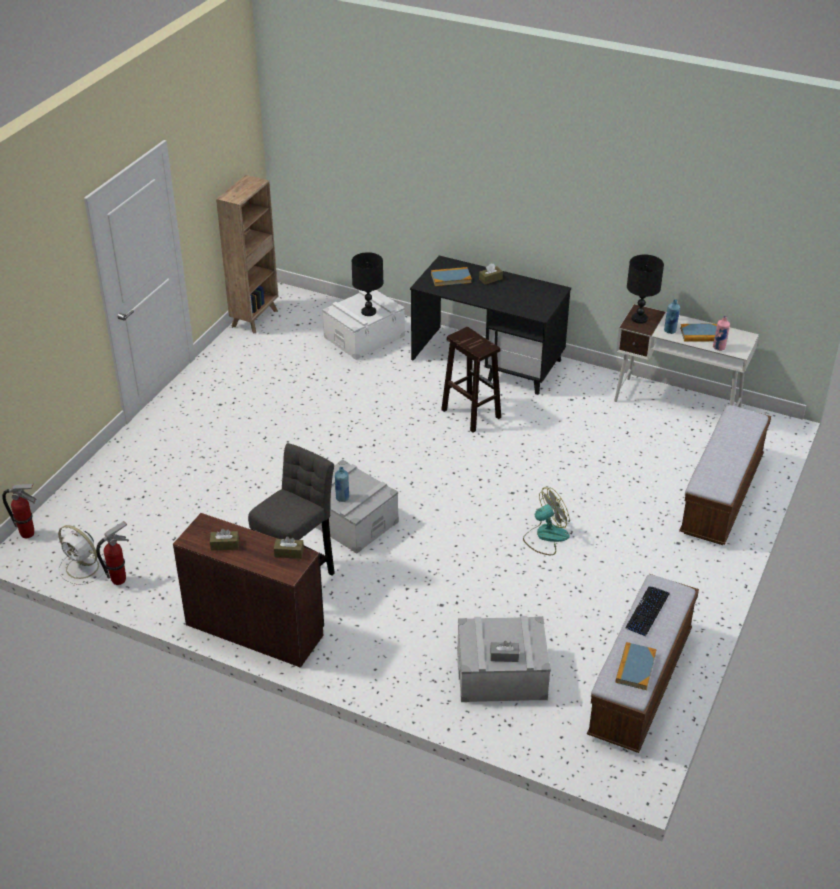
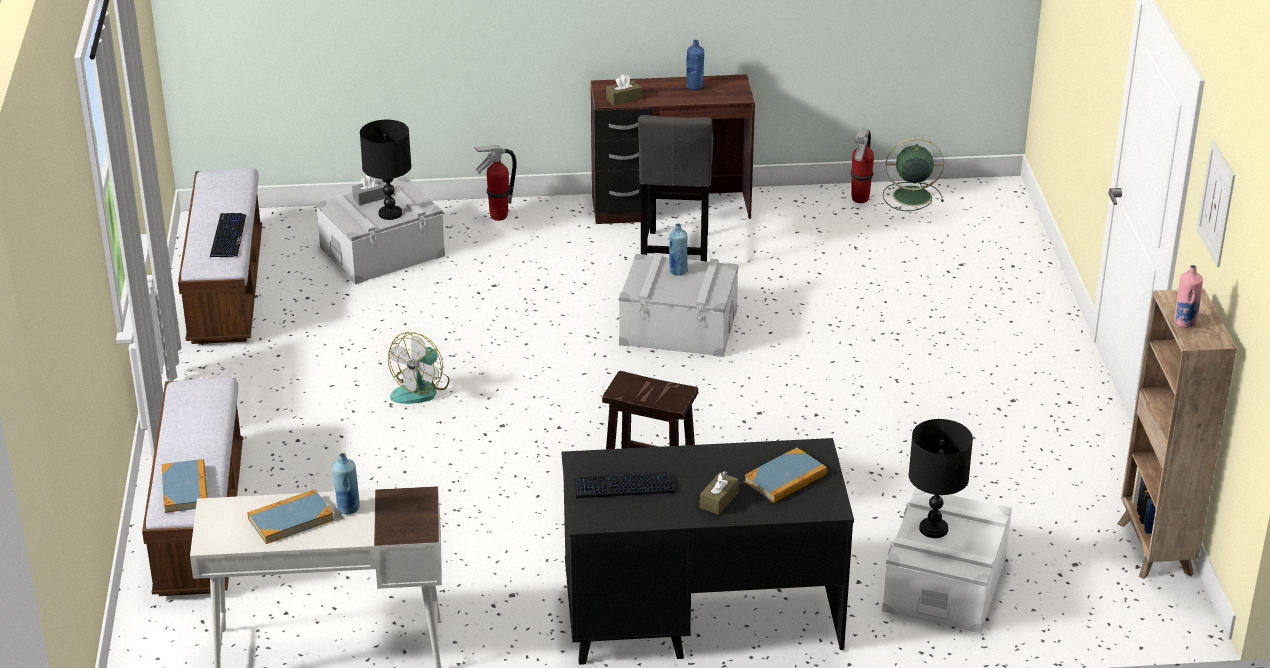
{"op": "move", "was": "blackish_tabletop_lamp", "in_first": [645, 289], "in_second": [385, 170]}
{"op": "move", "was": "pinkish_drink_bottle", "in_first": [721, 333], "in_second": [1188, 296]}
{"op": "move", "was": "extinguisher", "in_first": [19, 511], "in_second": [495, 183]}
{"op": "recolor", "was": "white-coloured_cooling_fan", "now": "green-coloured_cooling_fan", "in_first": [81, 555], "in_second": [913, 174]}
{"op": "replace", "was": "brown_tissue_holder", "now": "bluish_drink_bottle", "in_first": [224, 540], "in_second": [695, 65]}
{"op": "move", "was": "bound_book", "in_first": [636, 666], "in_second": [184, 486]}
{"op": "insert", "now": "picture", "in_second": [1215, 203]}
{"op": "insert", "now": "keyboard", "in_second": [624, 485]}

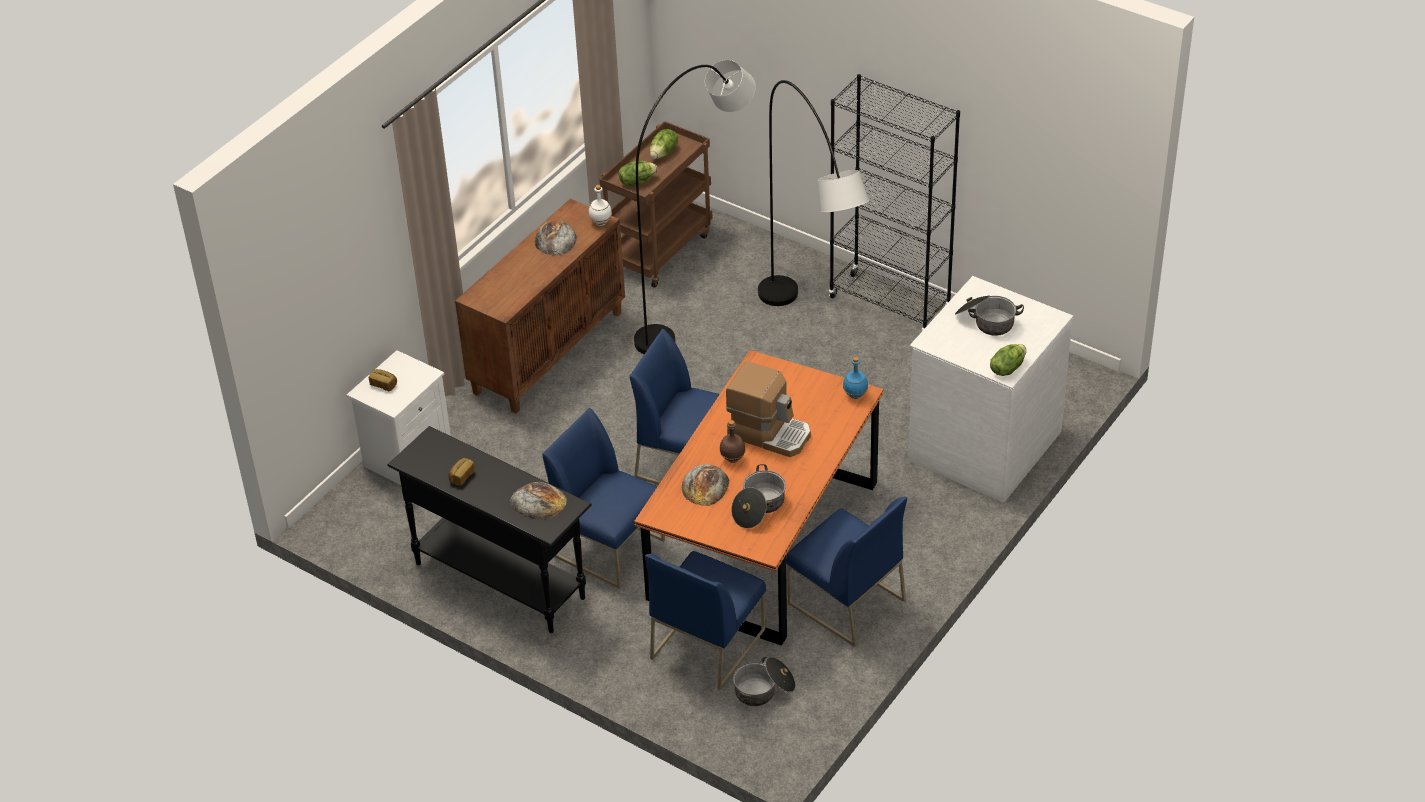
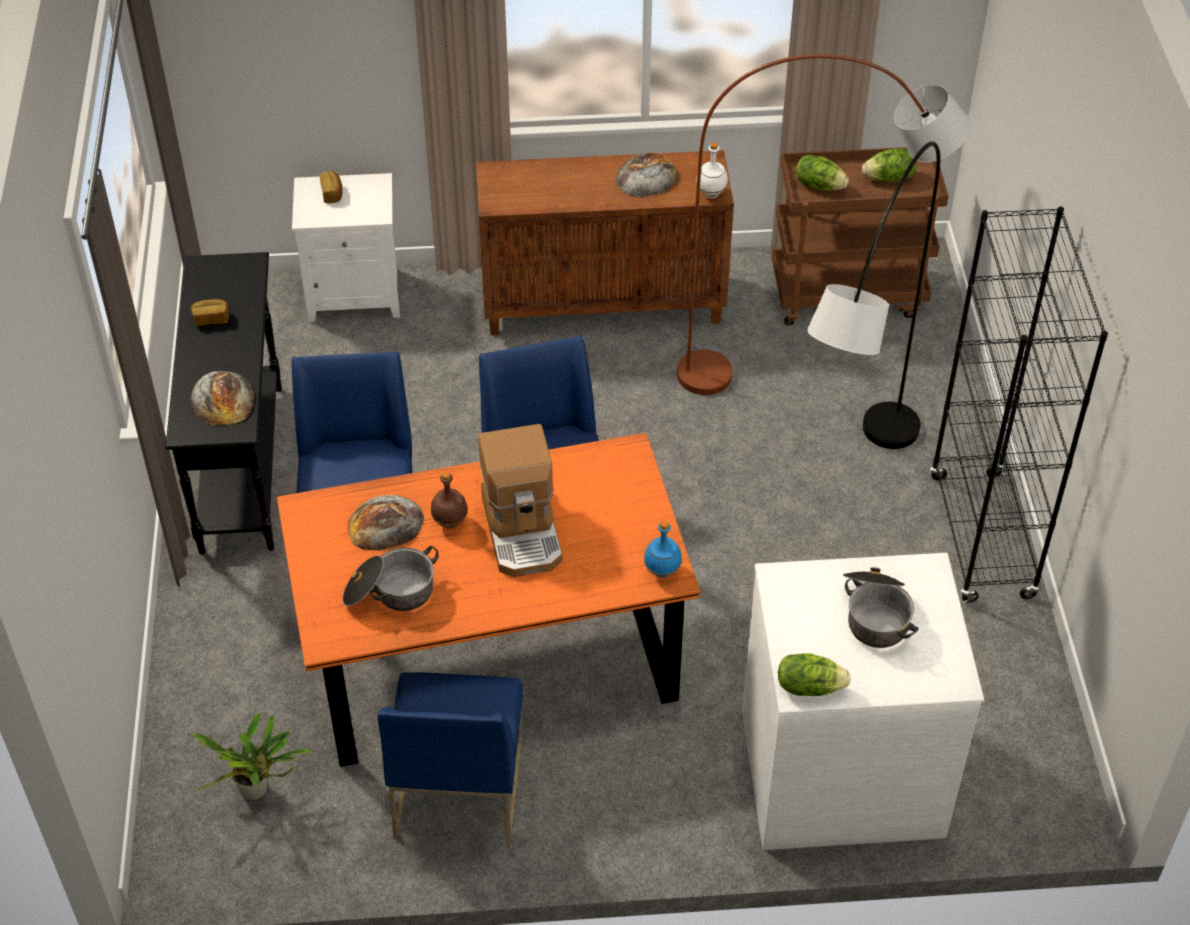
{"op": "recolor", "was": "greyish_floor_lamp", "now": "brown_floor_lamp", "in_first": [695, 207], "in_second": [824, 224]}
{"op": "delete", "was": "bluish_chair", "in_first": [705, 620]}
{"op": "replace", "was": "saucepot", "now": "plant_in_a_pot", "in_first": [764, 681], "in_second": [252, 756]}

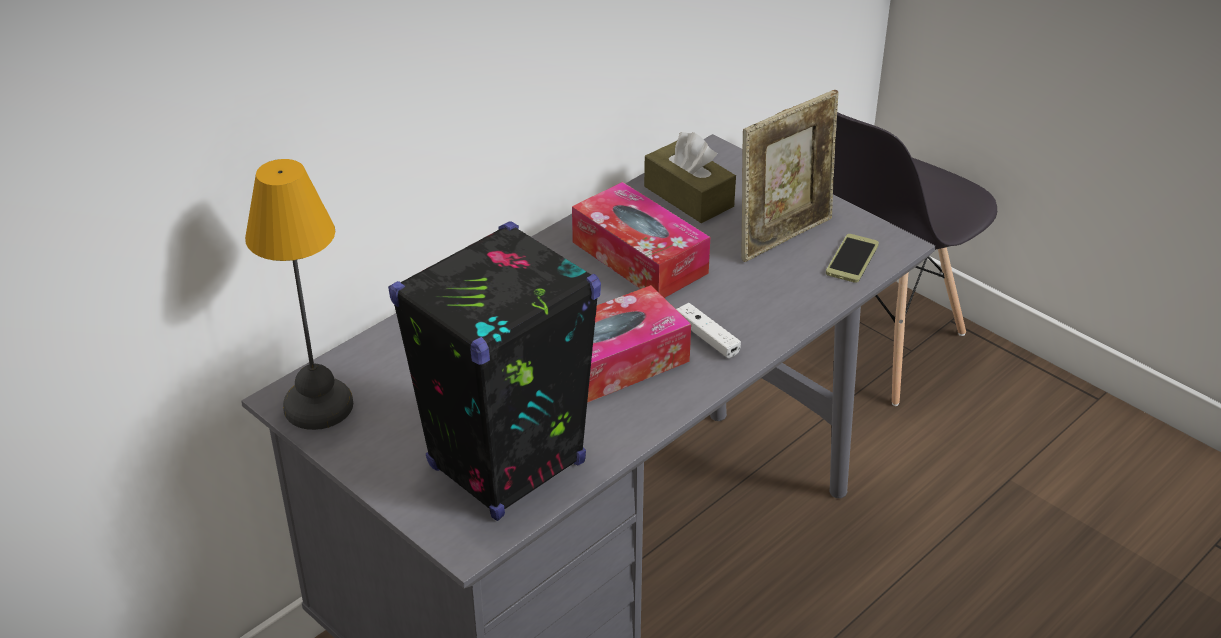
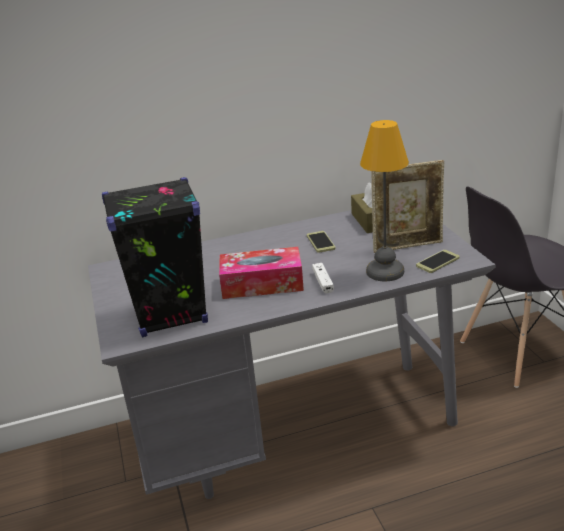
{"op": "move", "was": "tabletop_lamp", "in_first": [299, 294], "in_second": [384, 200]}
{"op": "replace", "was": "tissue_holder", "now": "handset", "in_first": [641, 240], "in_second": [321, 242]}

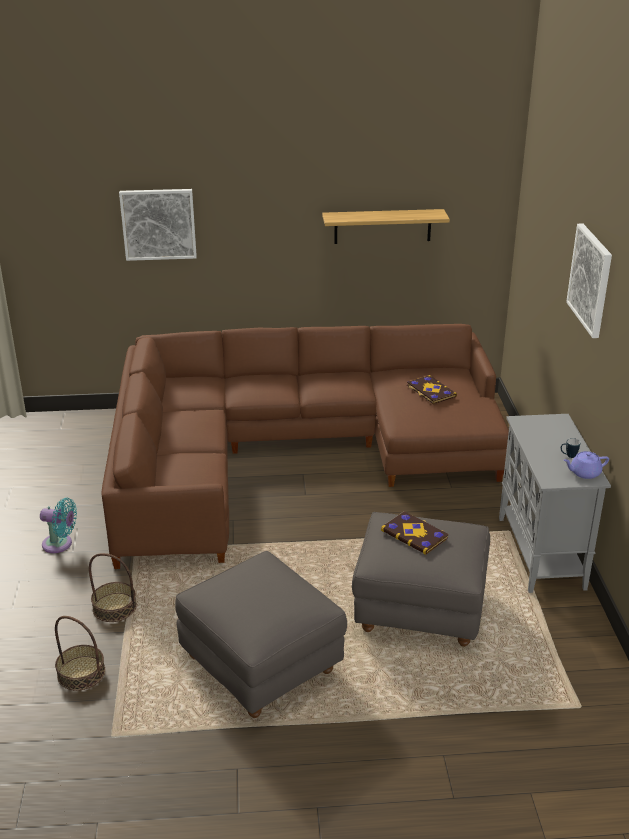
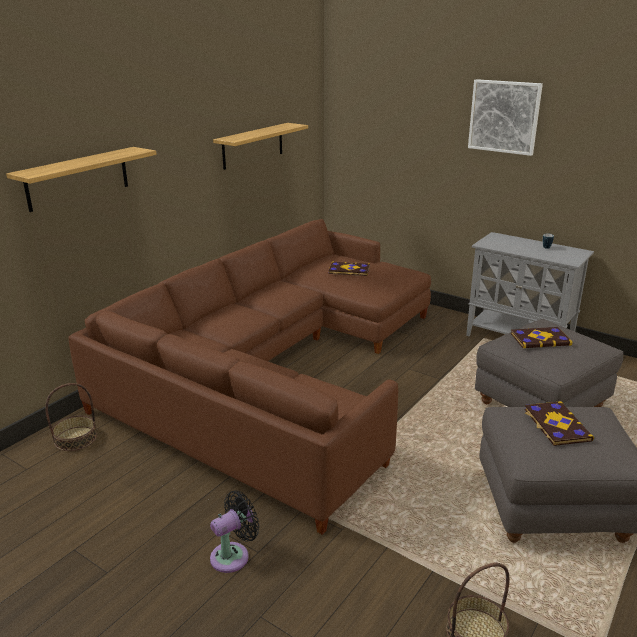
{"op": "replace", "was": "picture", "now": "wall_shelf", "in_first": [158, 225], "in_second": [81, 179]}
{"op": "delete", "was": "purple_teapot", "in_first": [586, 465]}
{"op": "recolor", "was": "turquoise-coloured_cooling_fan", "now": "blackish_cooling_fan", "in_first": [58, 525], "in_second": [234, 531]}
{"op": "move", "was": "household_basket", "in_first": [113, 587], "in_second": [71, 417]}
{"op": "insert", "now": "bound_book", "in_second": [559, 423]}

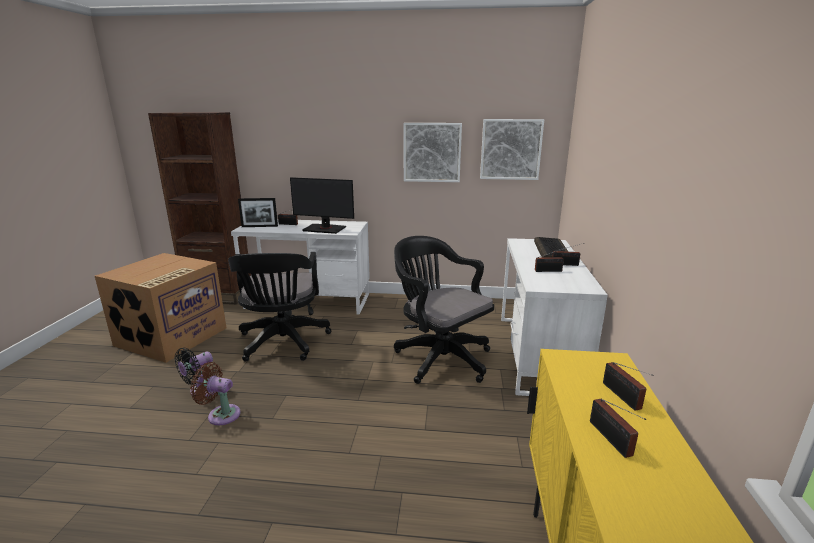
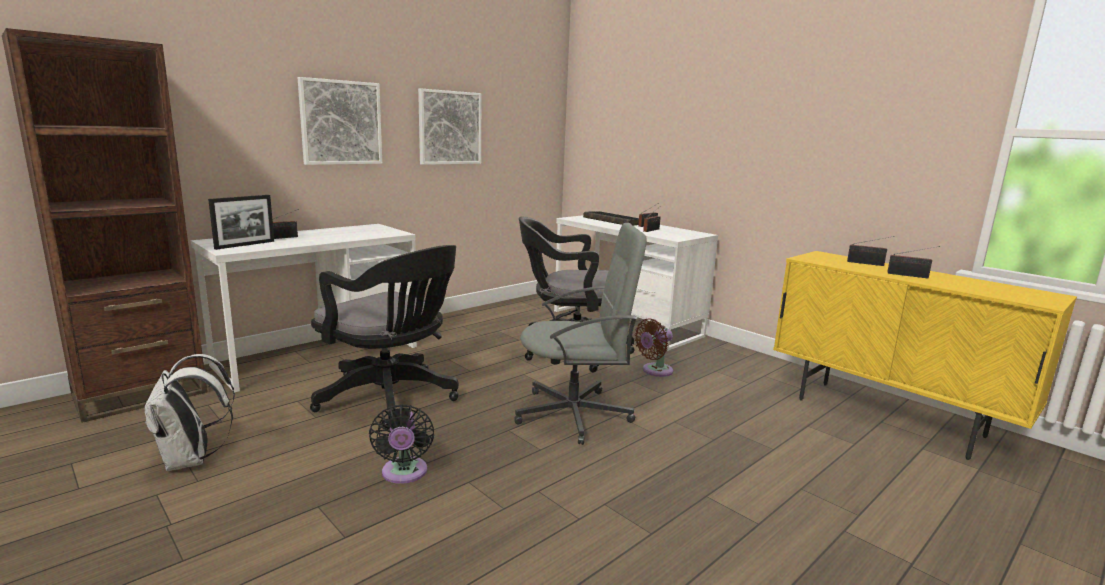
{"op": "move", "was": "picture", "in_first": [512, 149], "in_second": [339, 121]}
{"op": "delete", "was": "computer_screen", "in_first": [322, 205]}
{"op": "replace", "was": "packing_box", "now": "white-coloured_knapsack", "in_first": [160, 308], "in_second": [190, 412]}
{"op": "move", "was": "brown_cooling_fan", "in_first": [215, 393], "in_second": [654, 347]}
{"op": "insert", "now": "greyish_computer_chair", "in_second": [580, 334]}

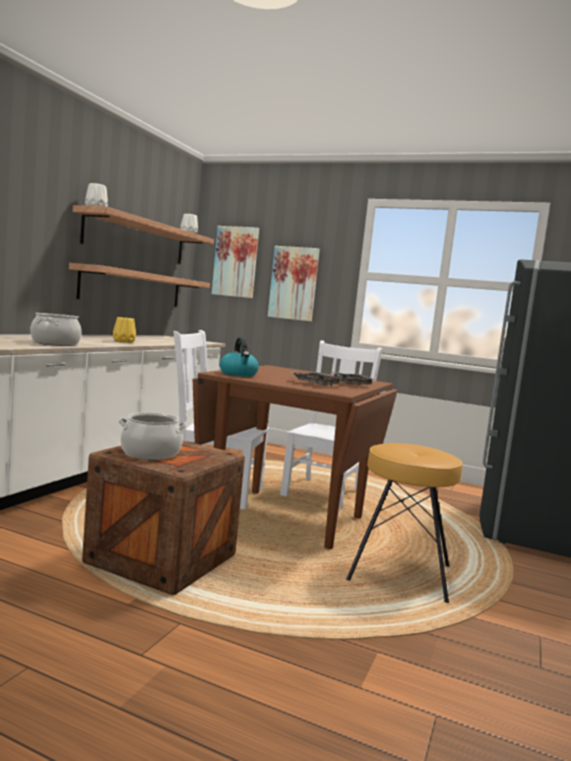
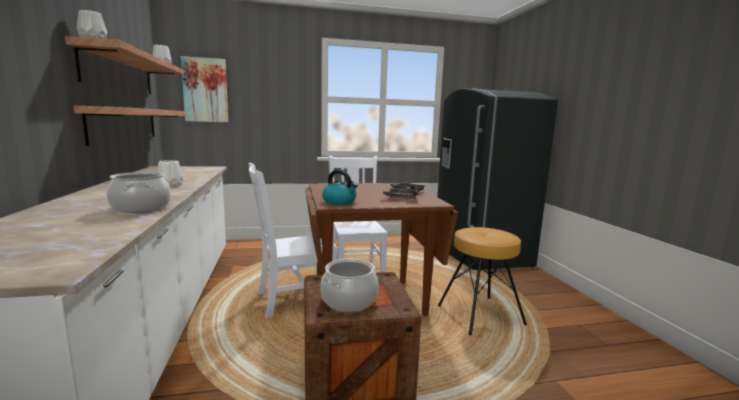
{"op": "delete", "was": "picture", "in_first": [294, 283]}
{"op": "recolor", "was": "yellow_flower_vase", "now": "white-coloured_flower_vase", "in_first": [124, 330], "in_second": [170, 173]}

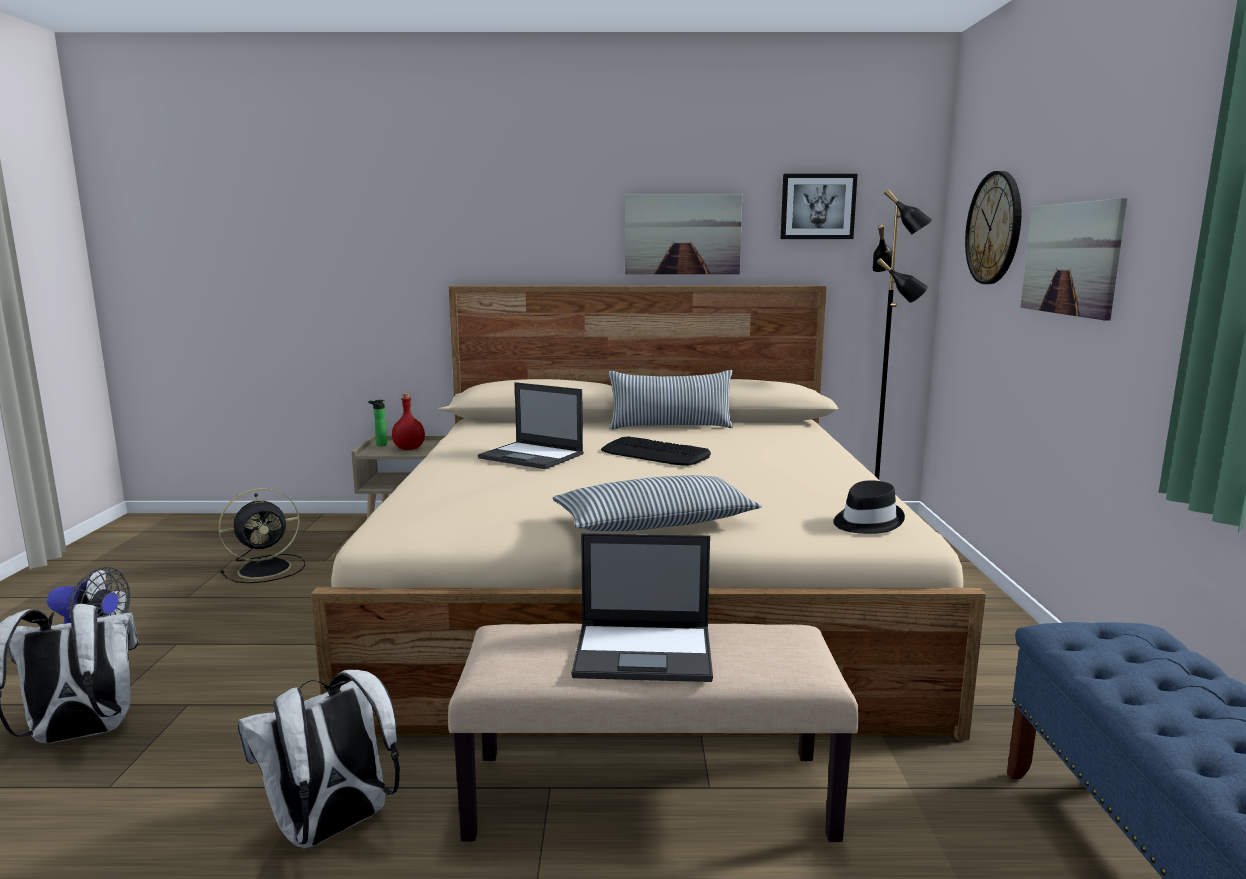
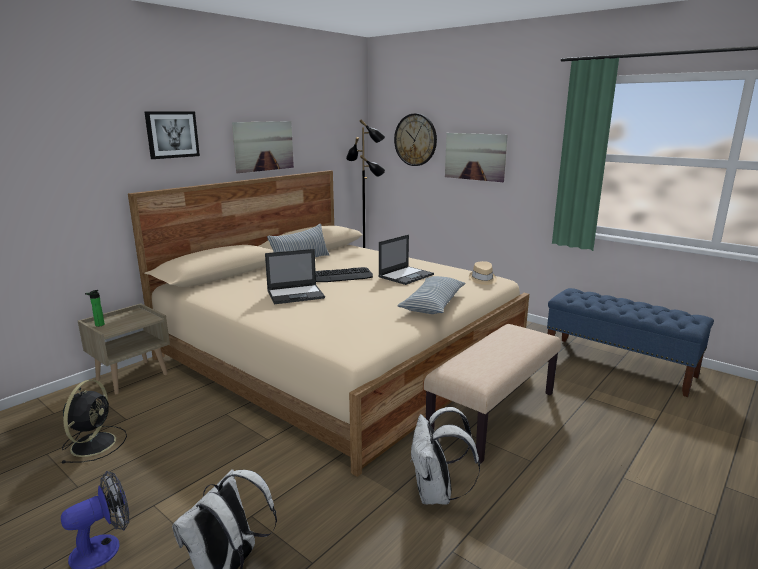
{"op": "move", "was": "picture", "in_first": [819, 206], "in_second": [172, 135]}
{"op": "delete", "was": "red_drink_bottle", "in_first": [408, 421]}
{"op": "recolor", "was": "blackish_wearable_hat", "now": "beige-coloured_wearable_hat", "in_first": [869, 507], "in_second": [483, 273]}
{"op": "move", "was": "notebook_computer", "in_first": [642, 607], "in_second": [406, 259]}

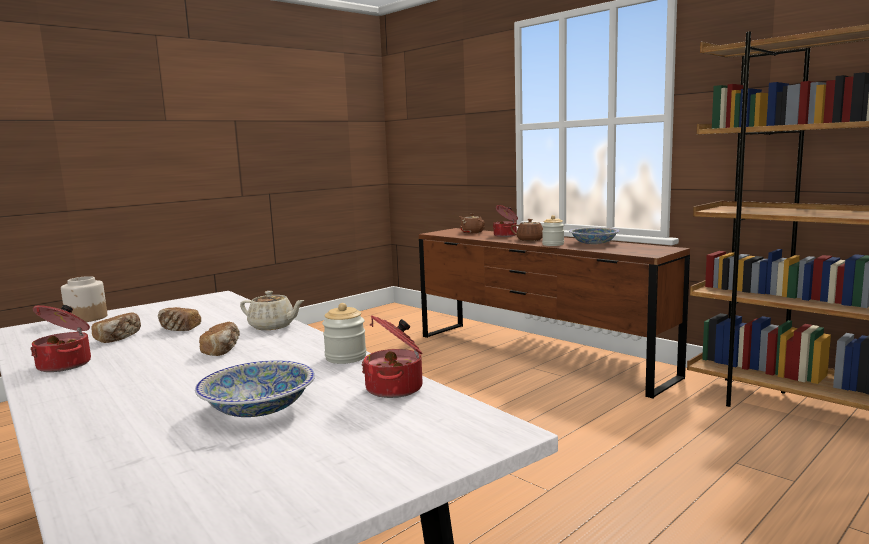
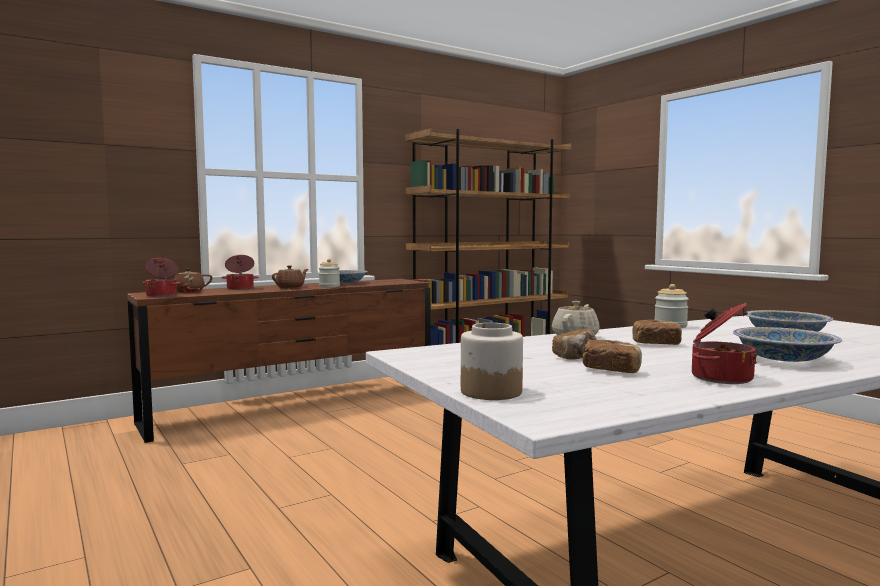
{"op": "move", "was": "saucepot", "in_first": [392, 356], "in_second": [161, 277]}
{"op": "insert", "now": "deep_dish", "in_second": [787, 344]}

